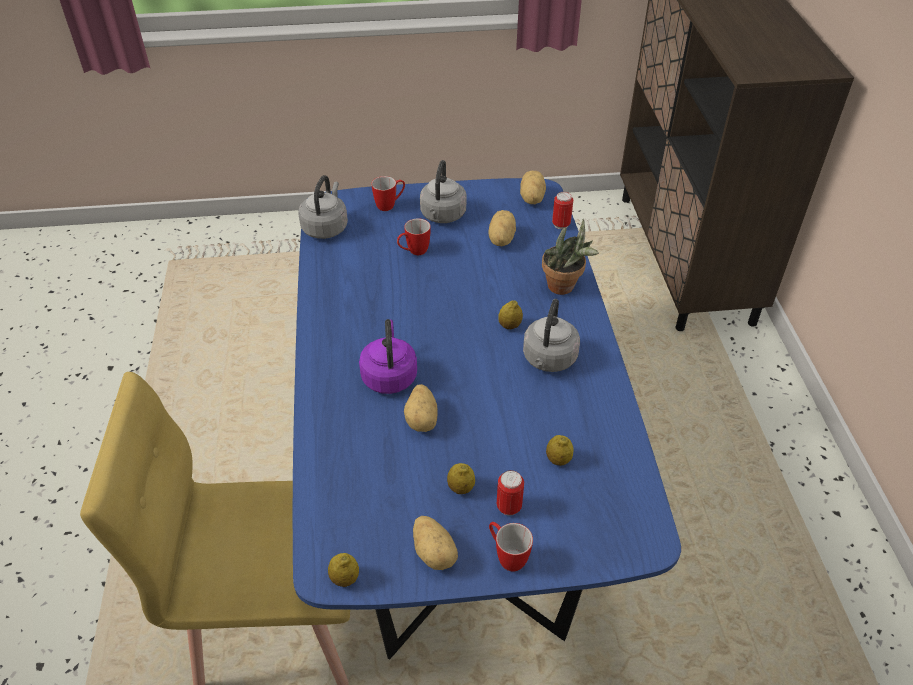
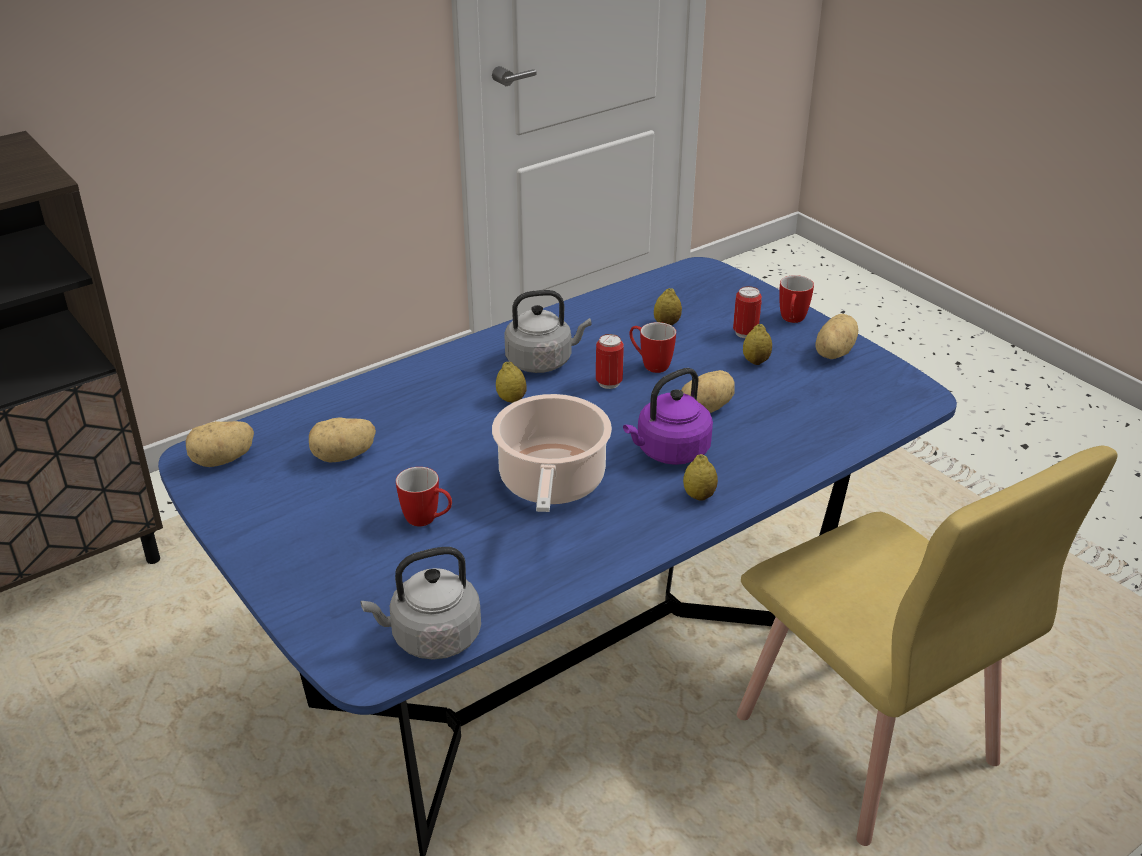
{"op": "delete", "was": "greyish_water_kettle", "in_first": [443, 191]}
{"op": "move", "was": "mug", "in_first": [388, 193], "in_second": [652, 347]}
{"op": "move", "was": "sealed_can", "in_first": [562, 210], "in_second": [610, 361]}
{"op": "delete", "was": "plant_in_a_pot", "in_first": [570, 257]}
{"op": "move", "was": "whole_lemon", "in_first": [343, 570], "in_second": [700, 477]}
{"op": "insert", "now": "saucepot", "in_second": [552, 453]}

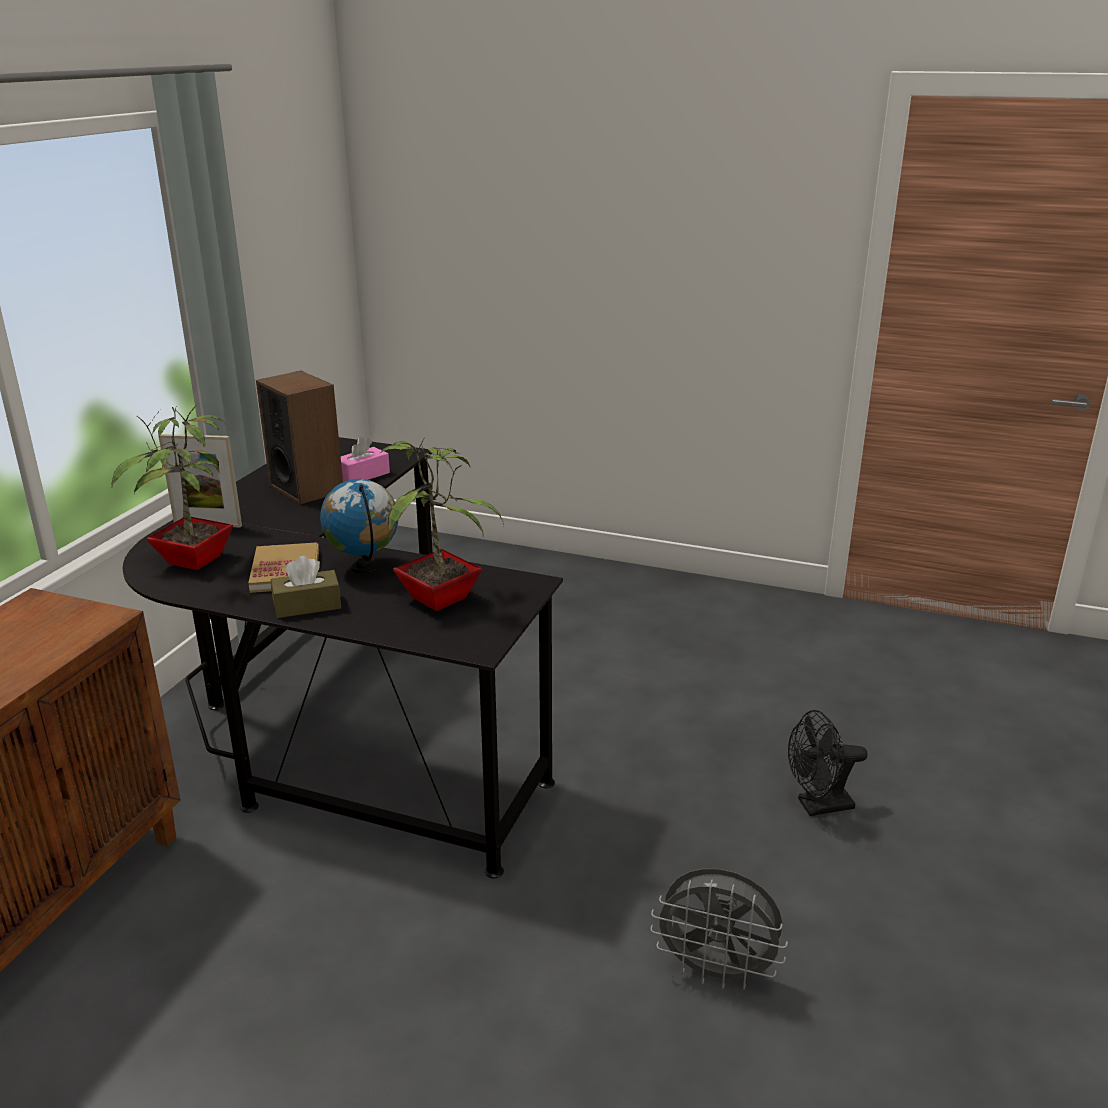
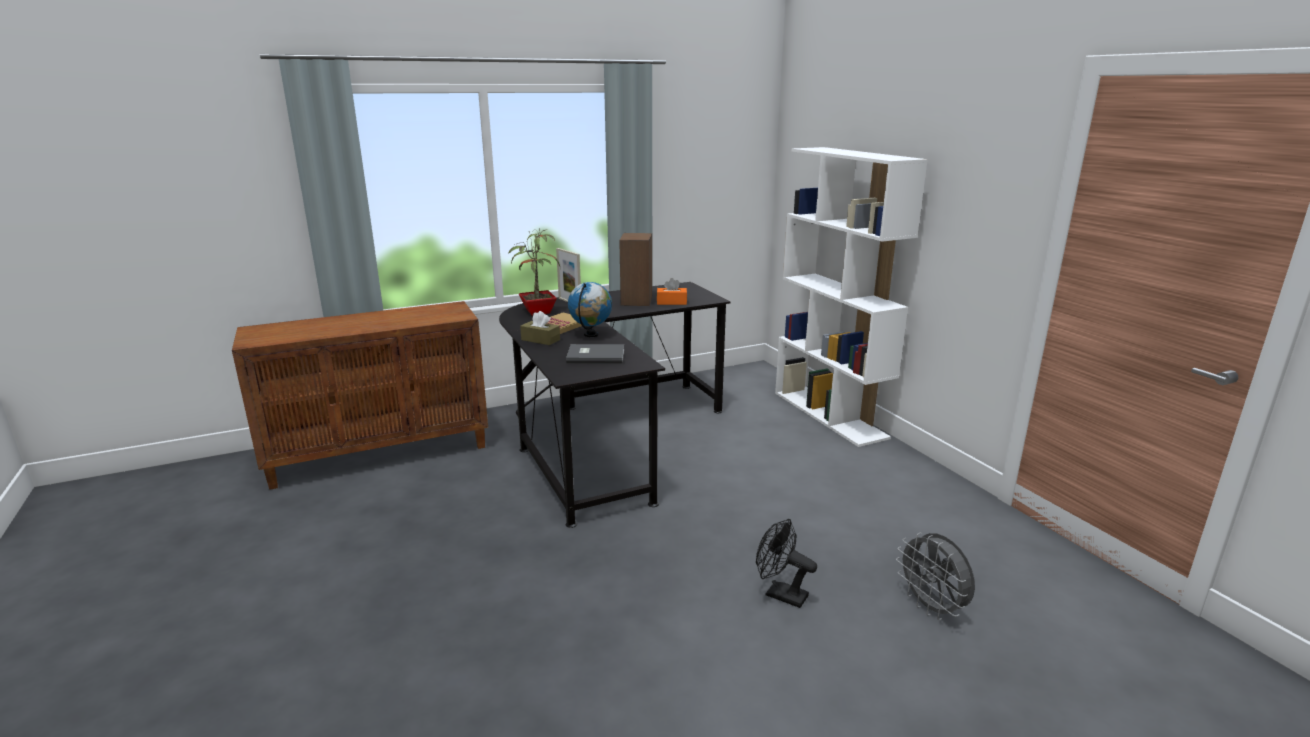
{"op": "recolor", "was": "pinkish_tissue_holder", "now": "orangey_tissue_holder", "in_first": [365, 459], "in_second": [672, 291]}
{"op": "replace", "was": "plant_in_a_pot", "now": "greyish_bound_book", "in_first": [441, 525], "in_second": [595, 354]}
{"op": "move", "was": "greyish_cooling_fan", "in_first": [719, 929], "in_second": [935, 576]}
{"op": "insert", "now": "white-coloured_bookshelf", "in_second": [851, 297]}

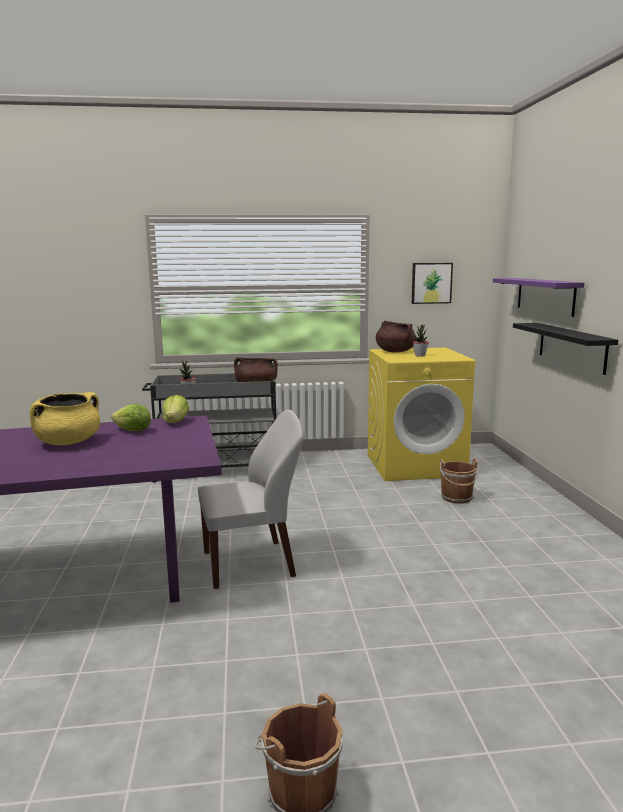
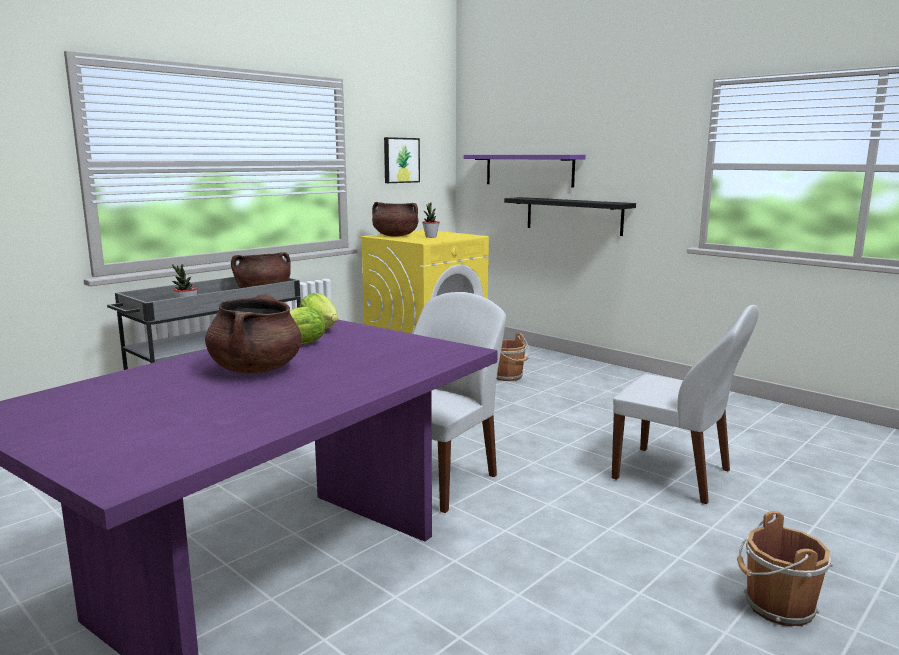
{"op": "recolor", "was": "yellow_saucepot", "now": "brown_saucepot", "in_first": [65, 418], "in_second": [253, 334]}
{"op": "insert", "now": "white-coloured_chair", "in_second": [685, 404]}

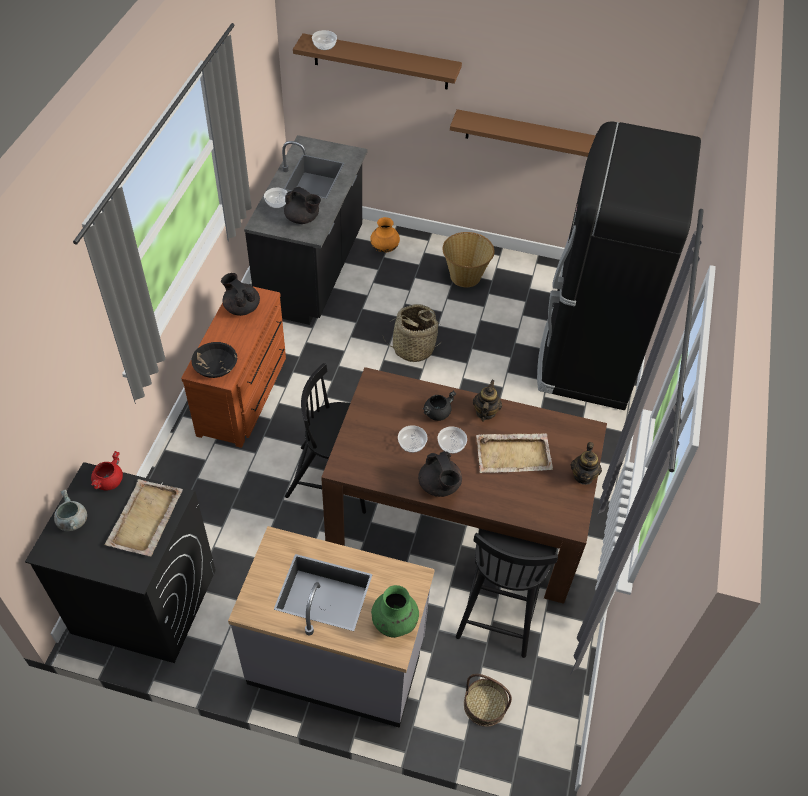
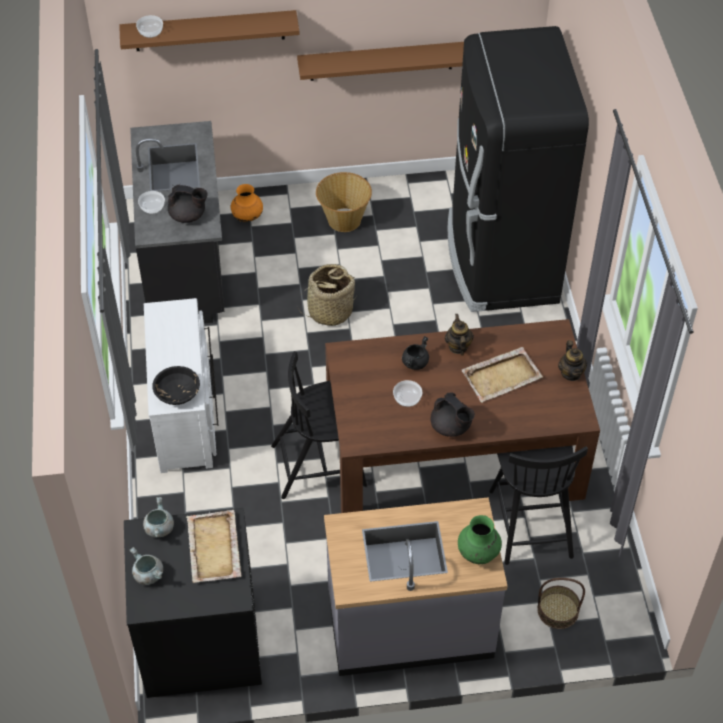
{"op": "delete", "was": "blackish_teapot", "in_first": [240, 294]}
{"op": "recolor", "was": "brown_chest_of_drawers", "now": "white-coloured_chest_of_drawers", "in_first": [233, 367], "in_second": [181, 385]}
{"op": "delete", "was": "deep_dish", "in_first": [452, 440]}
{"op": "recolor", "was": "red_saucepot", "now": "greyish_saucepot", "in_first": [107, 471], "in_second": [158, 517]}

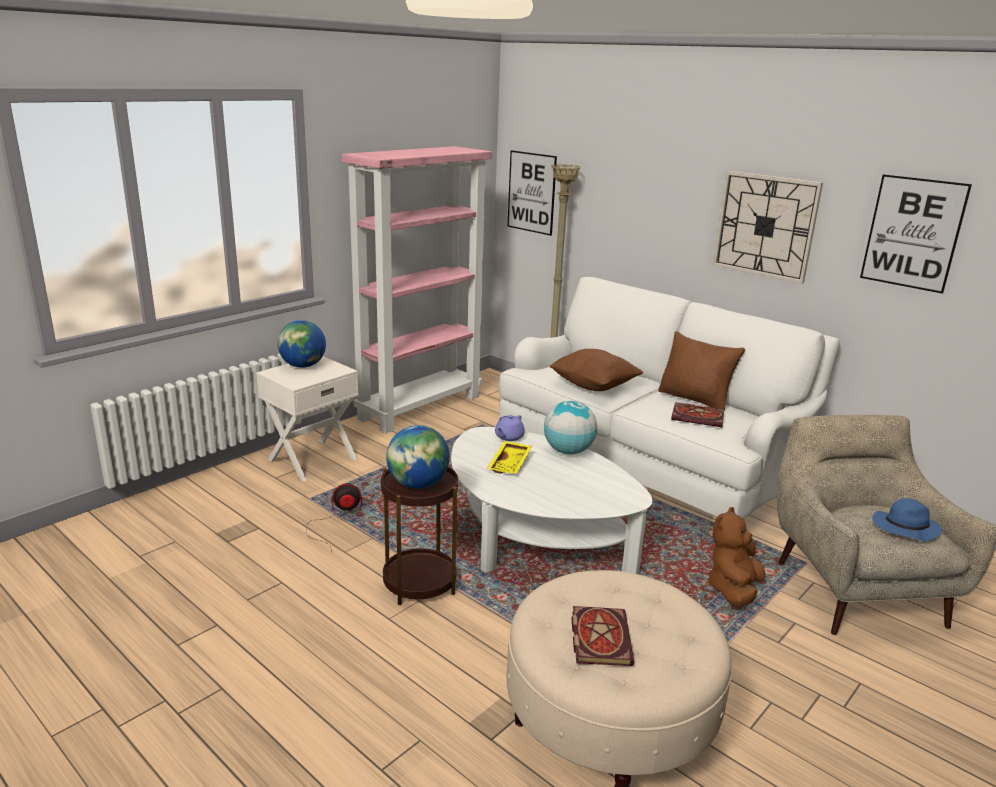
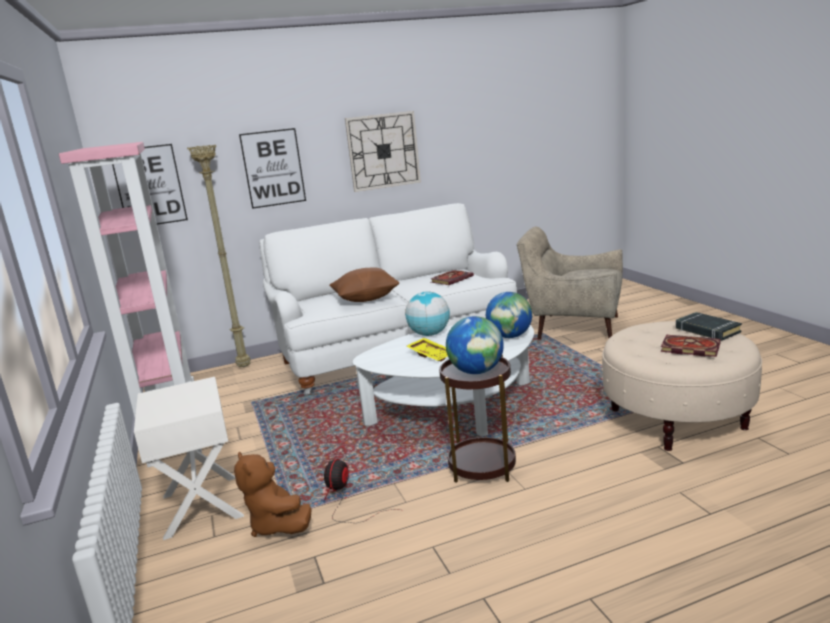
{"op": "move", "was": "picture", "in_first": [916, 234], "in_second": [272, 168]}
{"op": "move", "was": "world_globe", "in_first": [301, 344], "in_second": [509, 315]}
{"op": "delete", "was": "brown_pillow", "in_first": [701, 370]}
{"op": "delete", "was": "purple_teapot", "in_first": [510, 428]}
{"op": "delete", "was": "bluish_wearable_hat", "in_first": [907, 520]}
{"op": "move", "was": "brown_plush_toy", "in_first": [736, 557], "in_second": [273, 494]}
{"op": "insert", "now": "blackish_bound_book", "in_second": [709, 326]}

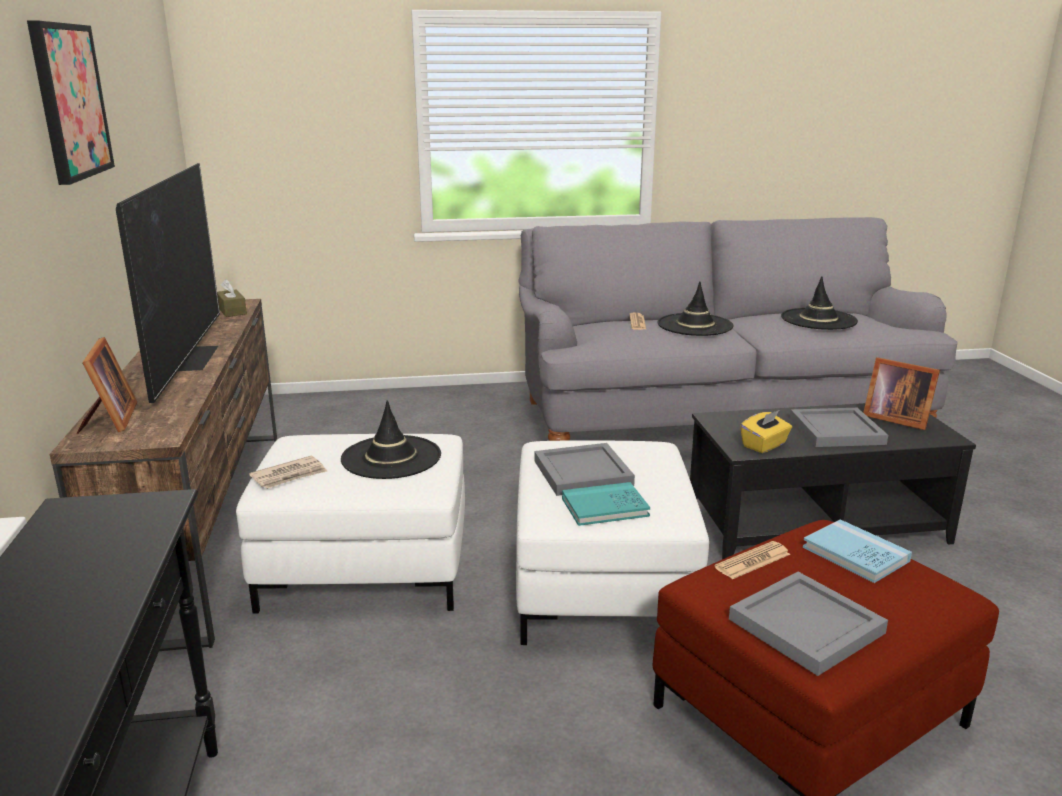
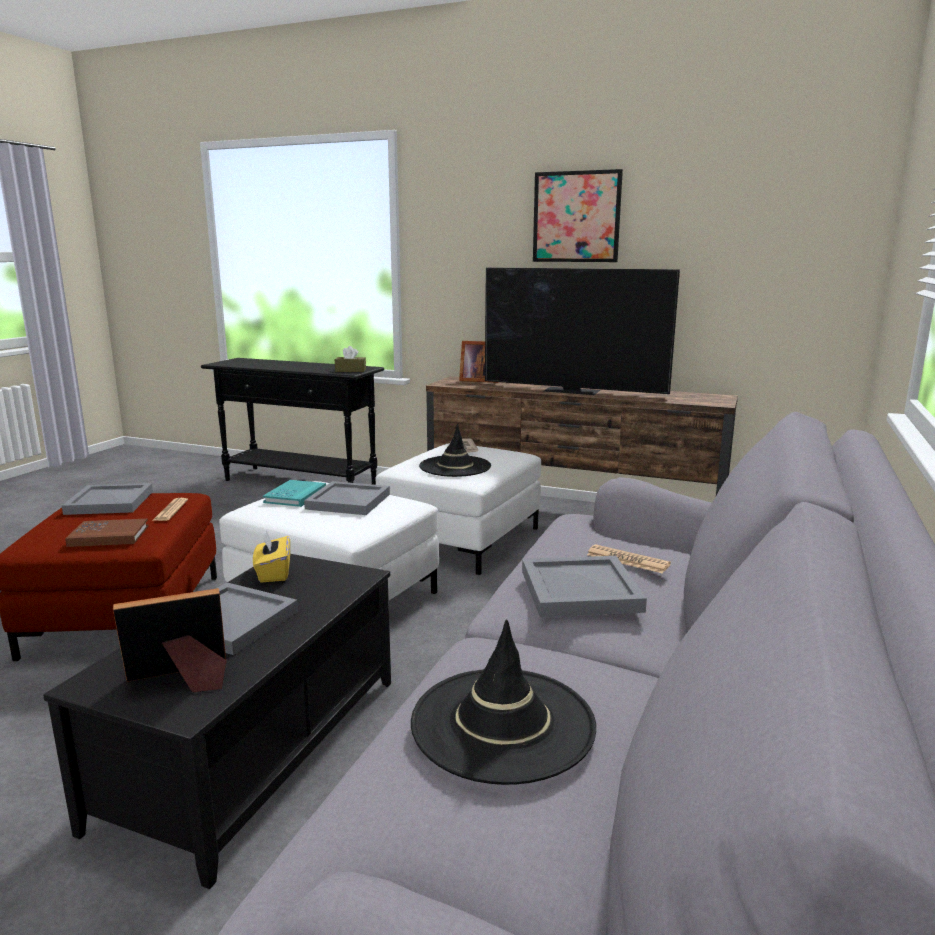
{"op": "move", "was": "brown_tissue_holder", "in_first": [232, 298], "in_second": [350, 359]}
{"op": "replace", "was": "blackish_wearable_hat", "now": "greyish_serving_tray", "in_first": [696, 309], "in_second": [584, 586]}
{"op": "recolor", "was": "bluish_bound_book", "now": "brown_bound_book", "in_first": [857, 551], "in_second": [106, 533]}

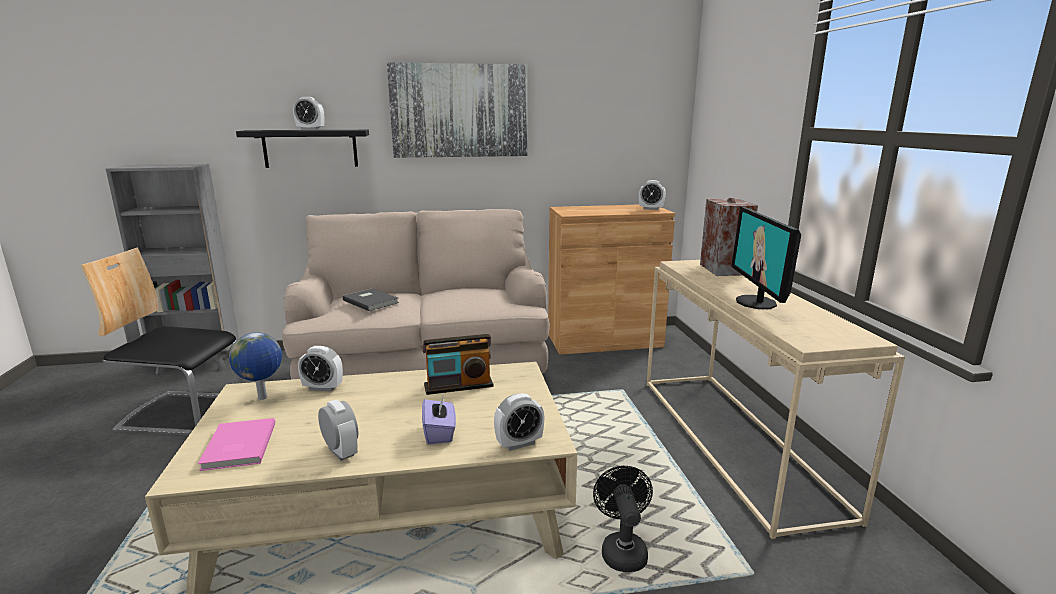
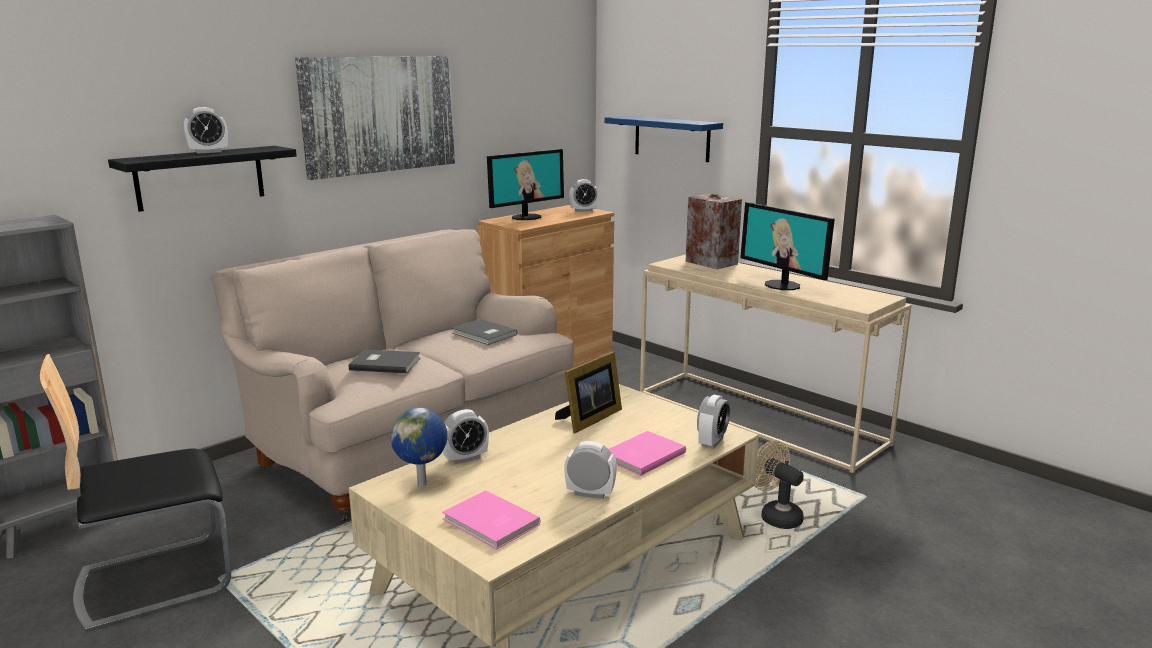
{"op": "replace", "was": "radio_set", "now": "standing_frame", "in_first": [458, 364], "in_second": [588, 392]}
{"op": "replace", "was": "purple_tissue_holder", "now": "pinkish_bound_book", "in_first": [439, 419], "in_second": [647, 453]}
{"op": "recolor", "was": "blackish_cooling_fan", "now": "beige-coloured_cooling_fan", "in_first": [623, 519], "in_second": [779, 484]}
{"op": "insert", "now": "bluish_wall_shelf", "in_second": [663, 139]}
{"op": "insert", "now": "computer_screen", "in_second": [525, 184]}
{"op": "insert", "now": "greyish_bound_book", "in_second": [484, 332]}

